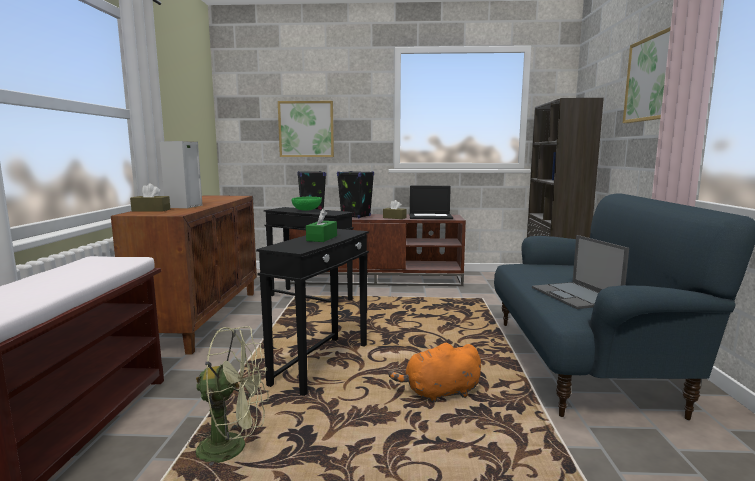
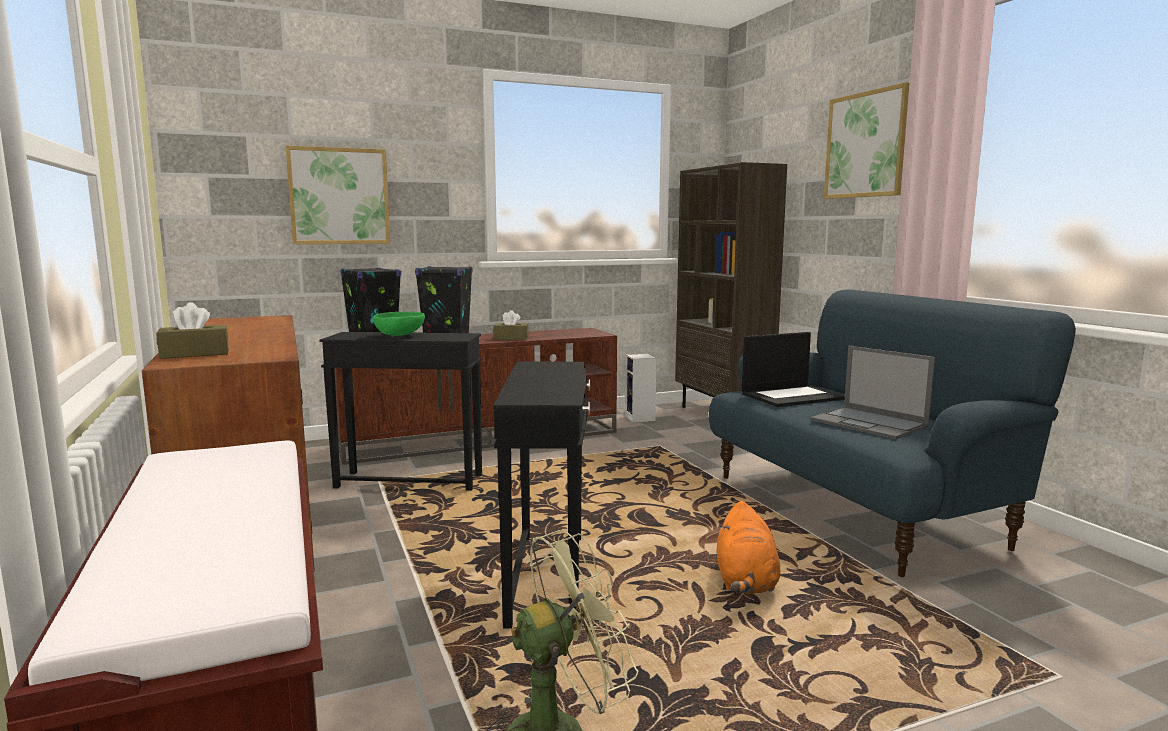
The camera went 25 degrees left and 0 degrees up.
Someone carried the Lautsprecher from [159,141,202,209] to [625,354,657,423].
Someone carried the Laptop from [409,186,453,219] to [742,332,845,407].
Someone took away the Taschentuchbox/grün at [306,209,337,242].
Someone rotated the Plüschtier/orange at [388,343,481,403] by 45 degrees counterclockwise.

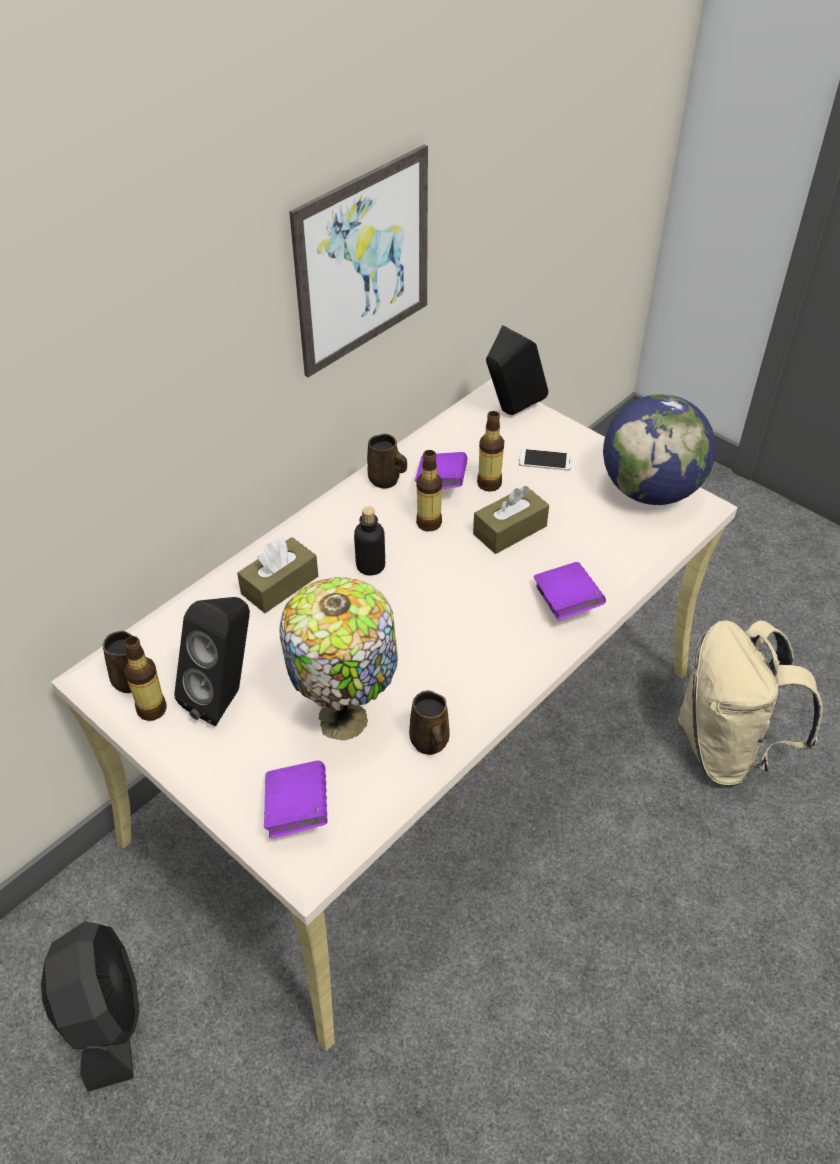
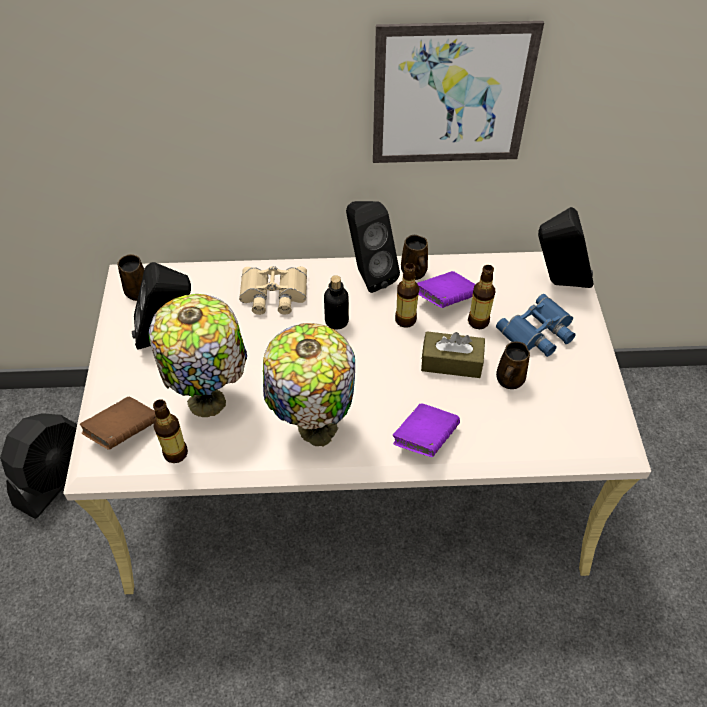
The camera went 45 degrees right and 5 degrees up.
Someone took away the Globus at [603,394,716,505].
Someone swapped the Handy at [519,449,572,471] for the Fernglas/blau at [496,294,575,357].
Someone swapped the Taschentuchbox/braun at [237,537,318,613] for the Fernglas/beige at [239,266,307,315].
Someone took away the Rucksack/beige at [678,620,823,786].
Someone carried the Flasche from [124,636,167,721] to [153,399,188,463].
Someone carried the Henkelbecher/braun from [409,690,450,755] to [496,341,530,389].
Someone repainted the Buch/lila at [264,761,328,839], which became the Buch/braun at [79,397,156,450].
Someone put down the Lautsprecher/schwarz at [346,201,400,293].
Someone put down the Tischlampe at [263,323,355,447].

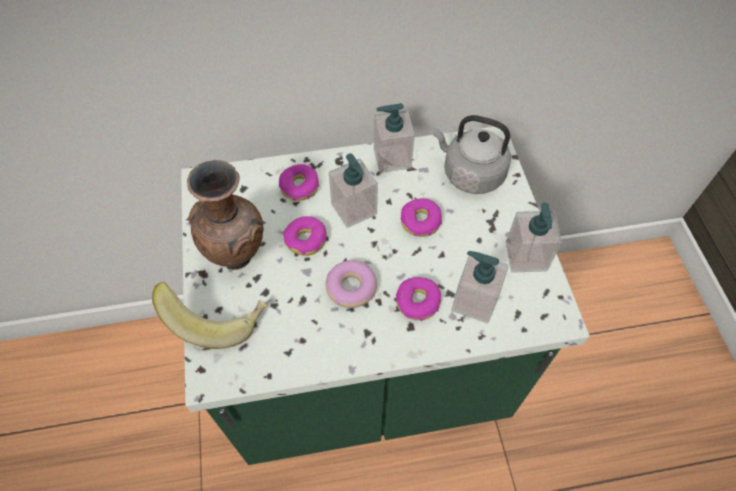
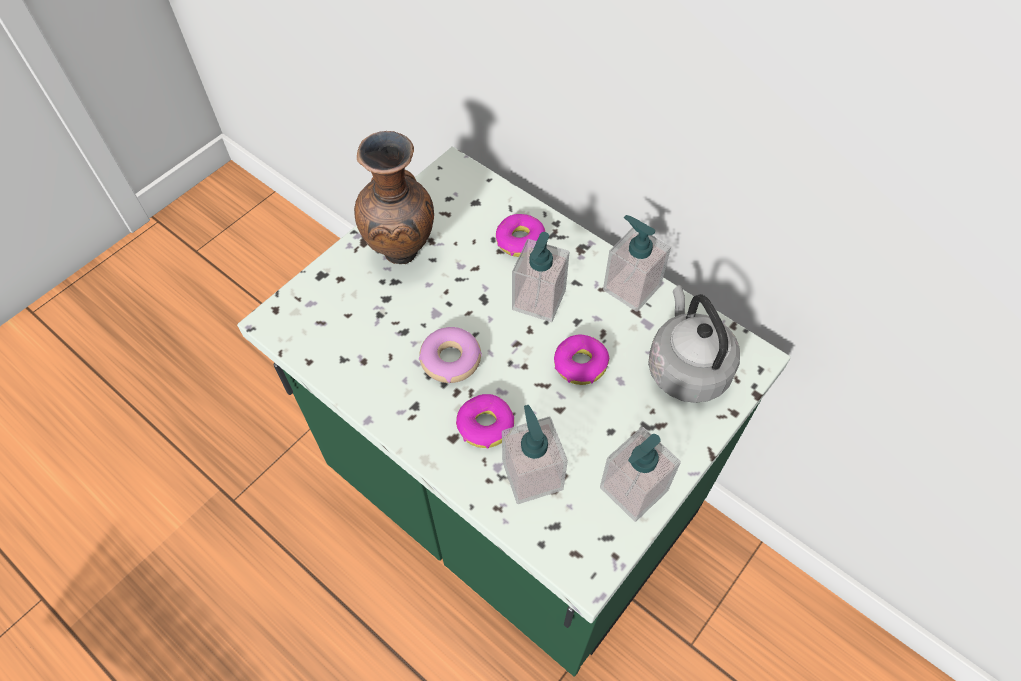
The camera went 50 degrees right and 0 degrees up.
Someone took away the Donut at [283,216,327,256].
Someone took away the Banane at [152,282,268,349].

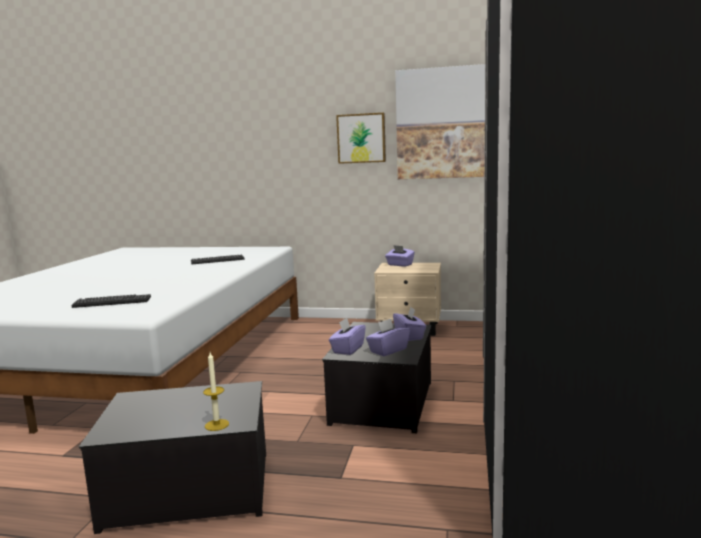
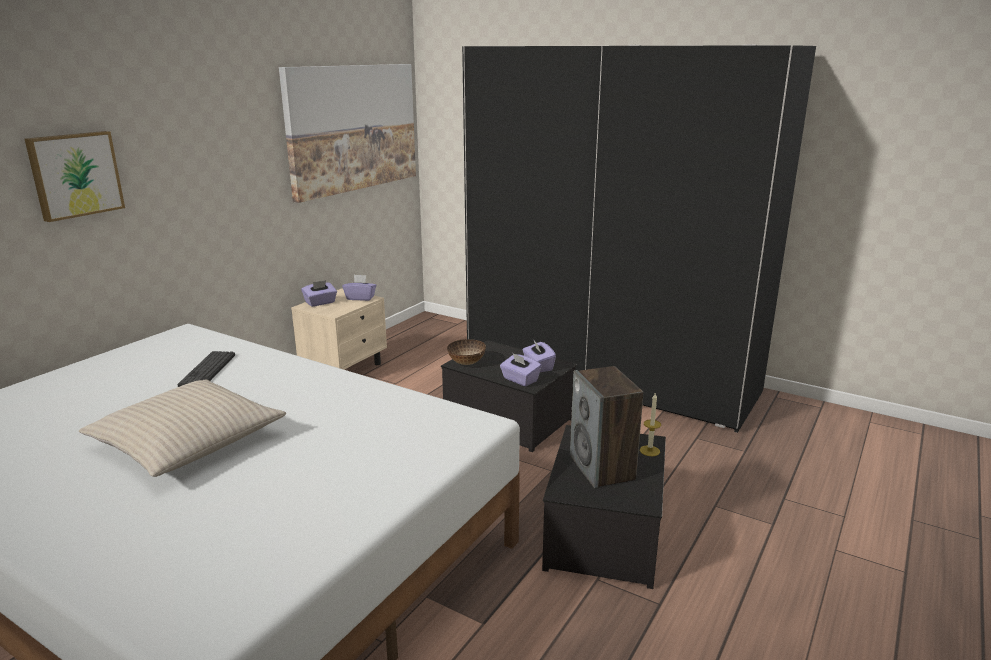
The camera went 70 degrees left and 10 degrees up.
Someone carried the Bild from [336,113,386,164] to [25,131,125,222].
Someone took away the Tastatur at [71,294,151,308].
Someone carried the Taschentuchbox/lila from [393,307,426,341] to [342,275,377,301].
Someone put down the Schüssel at [447,339,486,365].
Someone put down the Lautsprecher at [570,366,643,488].
Someone put down the Kissen/beige at [79,380,286,477].

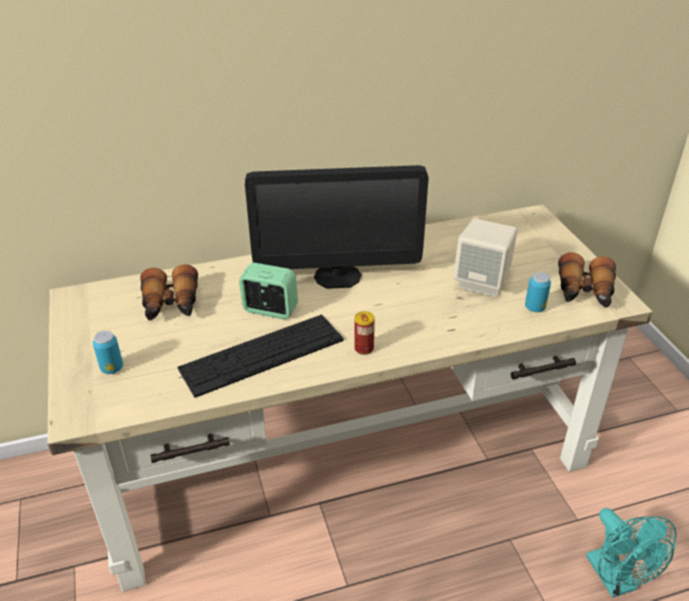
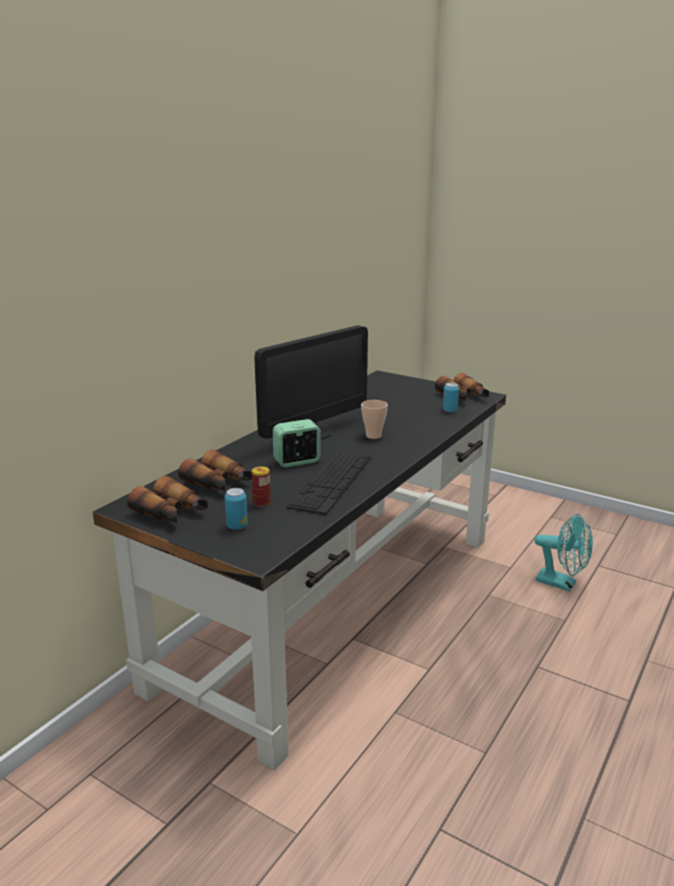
The camera went 40 degrees left and 15 degrees down.
Someone repainted the Schreibtisch/beige at [47,204,653,592], which became the Schreibtisch/schwarz at [92,370,506,771].
Someone took away the Lautsprecher/beige at [453,218,518,297].
Someone carried the Dose from [354,311,375,355] to [252,466,271,507].
Someone put down the Tasse at [361,400,388,439].
Someone put down the Fernglas at [127,476,208,523].

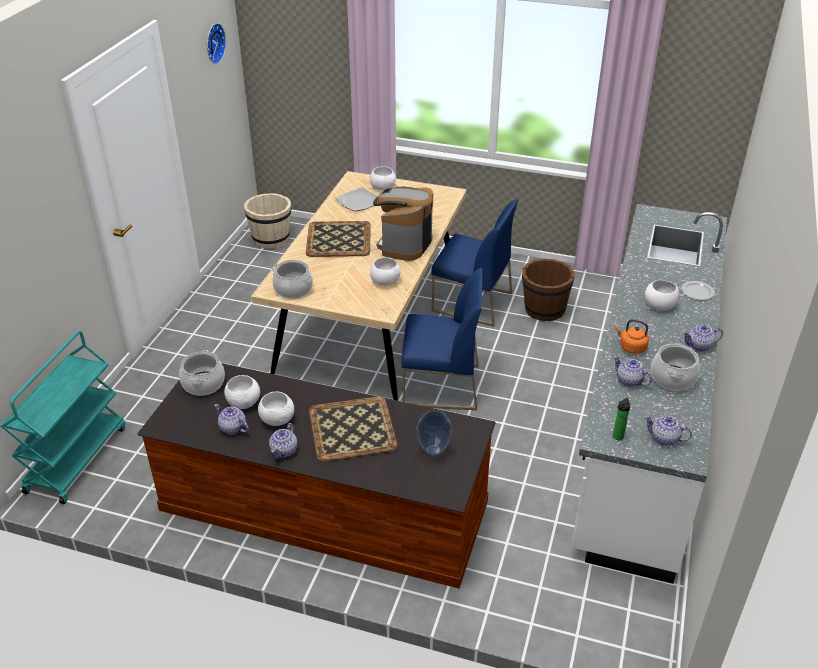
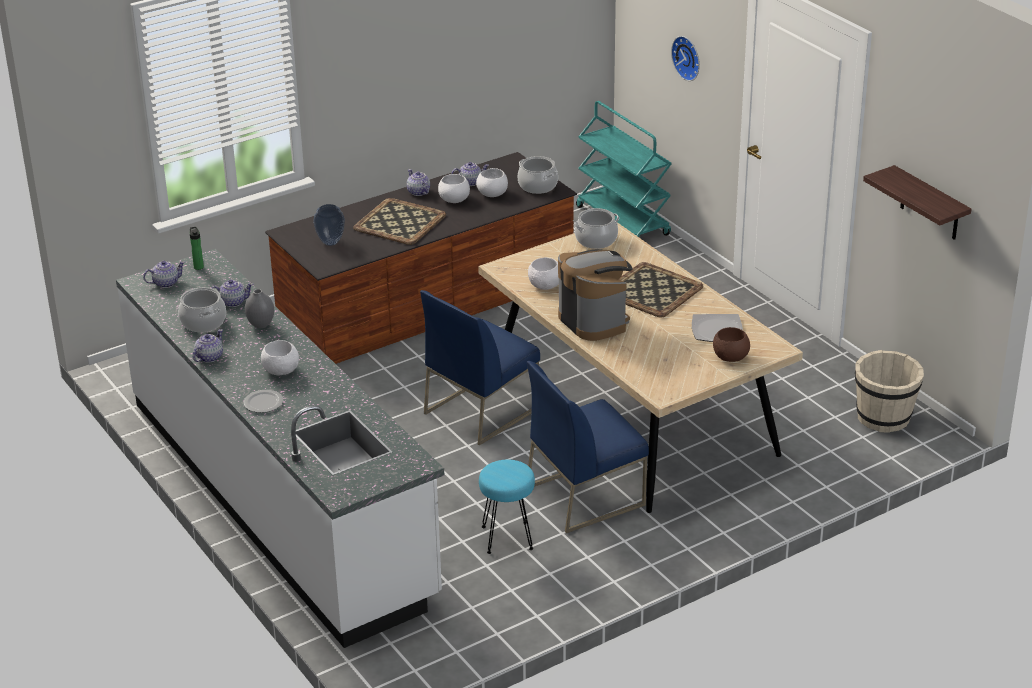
The camera went 130 degrees right and 5 degrees down.
Someone carried the Wanduhr from [207,23,226,64] to [671,36,700,81].
Someone repainted the Schüssel/weiß at [370,166,396,190], which became the Schüssel/braun at [713,327,750,362].
Someone swapped the Eimer/braun at [522,259,574,321] for the Hocker/türkis at [479,460,535,554].
Someone swapped the Wasserkessel/orange at [615,319,649,354] for the Vase/grau at [245,289,274,328].
Someone put up the Wandregal at [863,165,972,240].

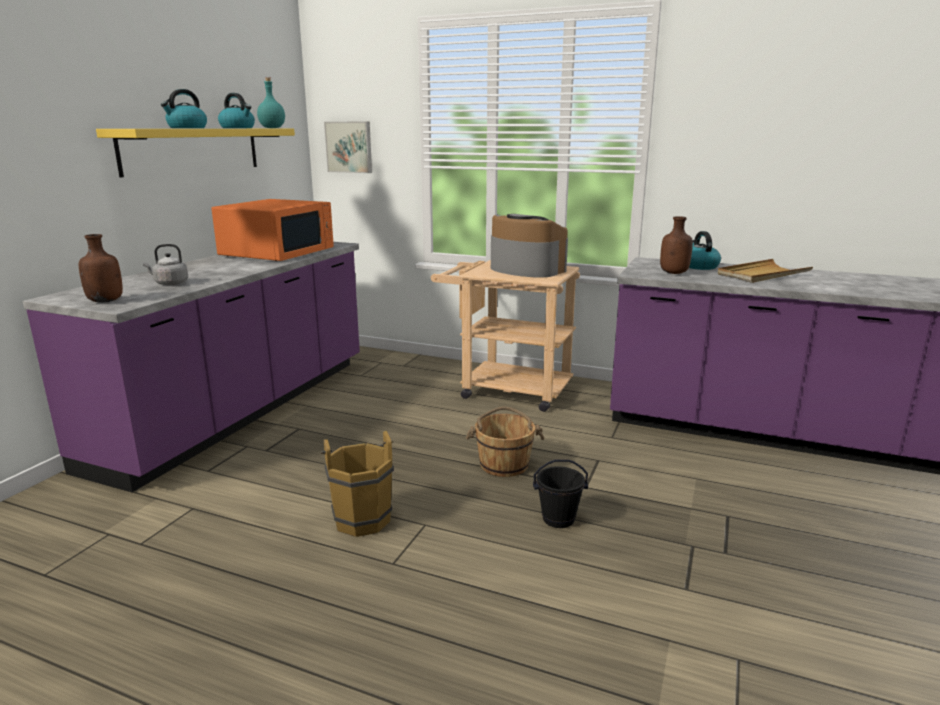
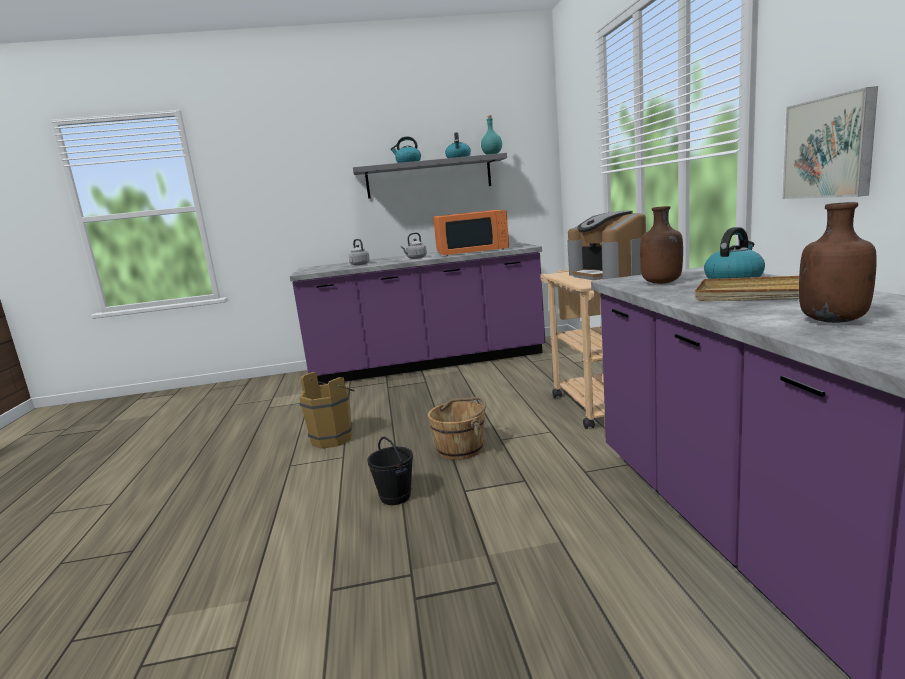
The camera went 60 degrees right and 5 degrees down.
Someone carried the Bild from [324,122,372,173] to [782,86,878,199].
Someone repainted the Wandregal/gelb at [96,129,295,177], which became the Wandregal/grau at [353,153,507,199].
Someone rotated the Kaffeemaschine at [491,214,568,278] by 150 degrees clockwise.
Someone carried the Flasche/braun from [79,234,123,303] to [799,202,877,323].
Someone put down the Wasserkessel/grau at [401,233,427,259].

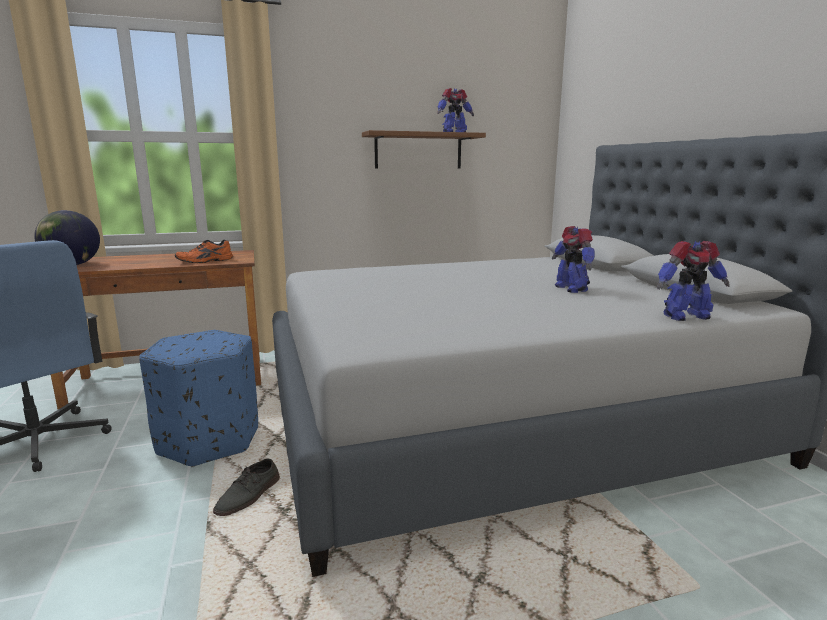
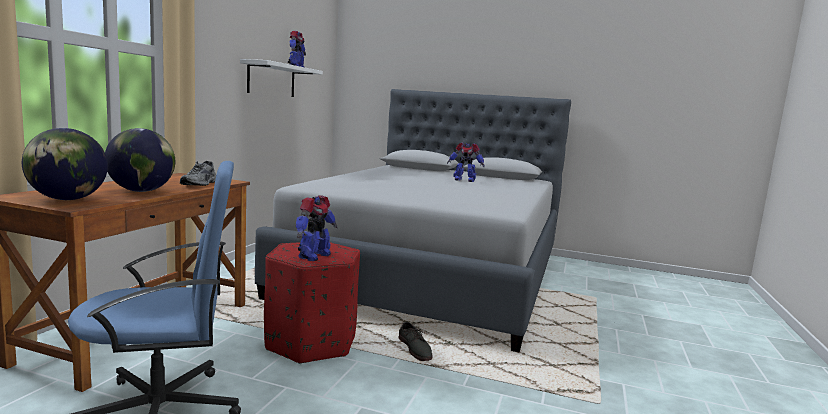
The camera went 55 degrees left and 5 degrees down.
Someone repainted the Wandregal/braun at [362,130,486,169], which became the Wandregal/weiß at [240,59,323,97].
Someone repainted the Schuh/orange at [175,240,233,263], which became the Schuh/grau at [180,161,216,186].
Someone carried the Spielzeugroboter from [657,240,729,321] to [296,195,338,261].
Someone repainted the Polsterhocker/blau at [139,330,258,467], which became the Polsterhocker/rot at [264,242,360,364].
Someone put down the Globus at [105,128,175,192].

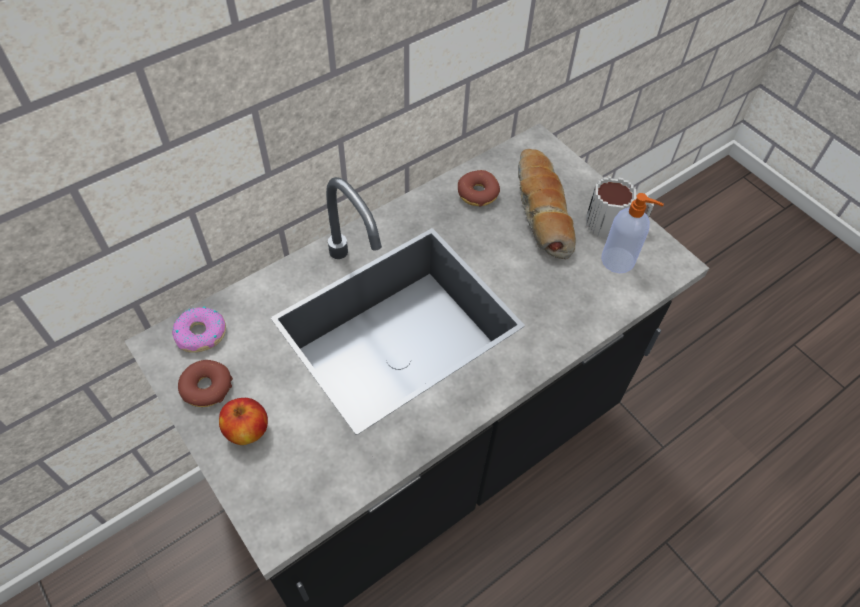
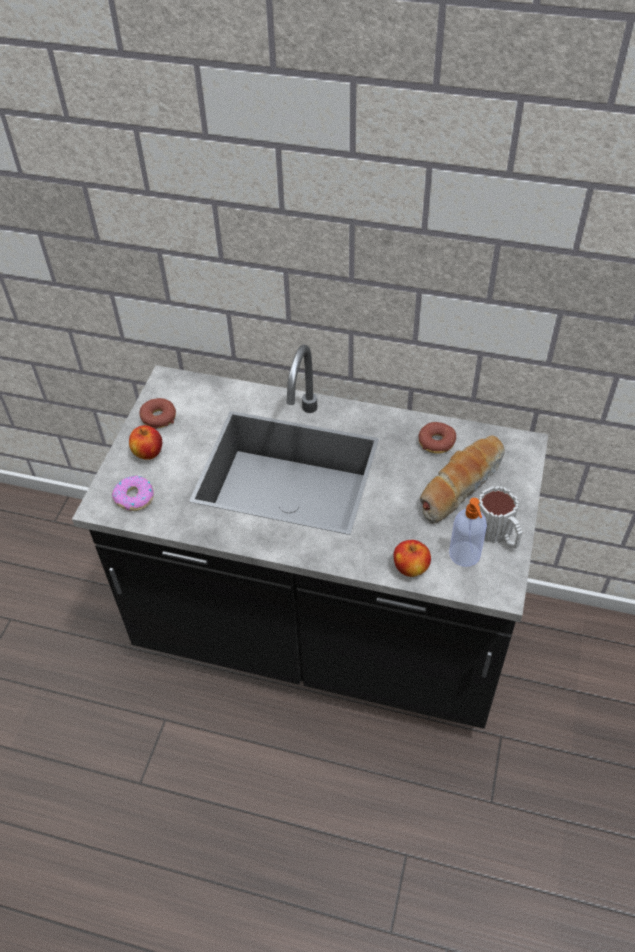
The camera went 55 degrees right and 5 degrees down.
Someone carried the Donut from [172,306,226,353] to [112,476,154,511].
Someone put down the Apfel at [394,540,431,577].

